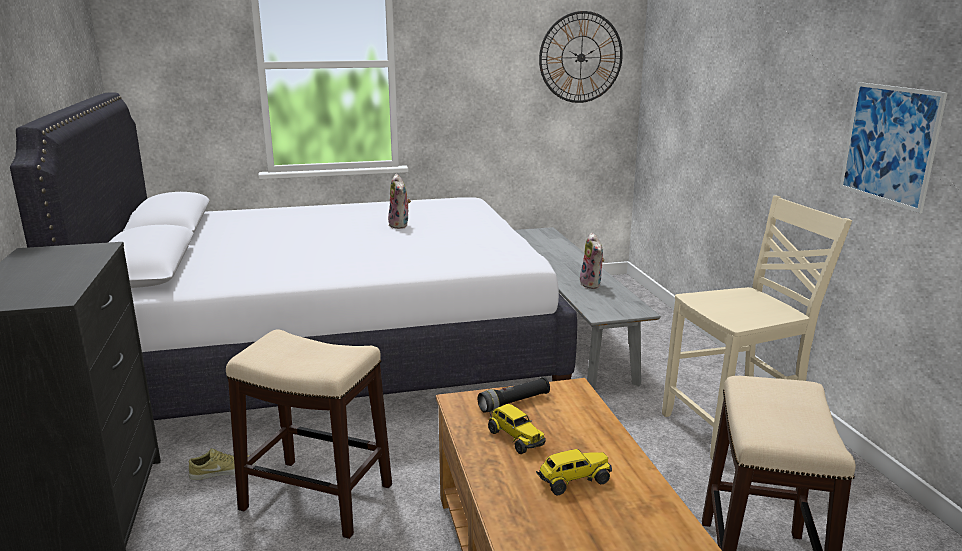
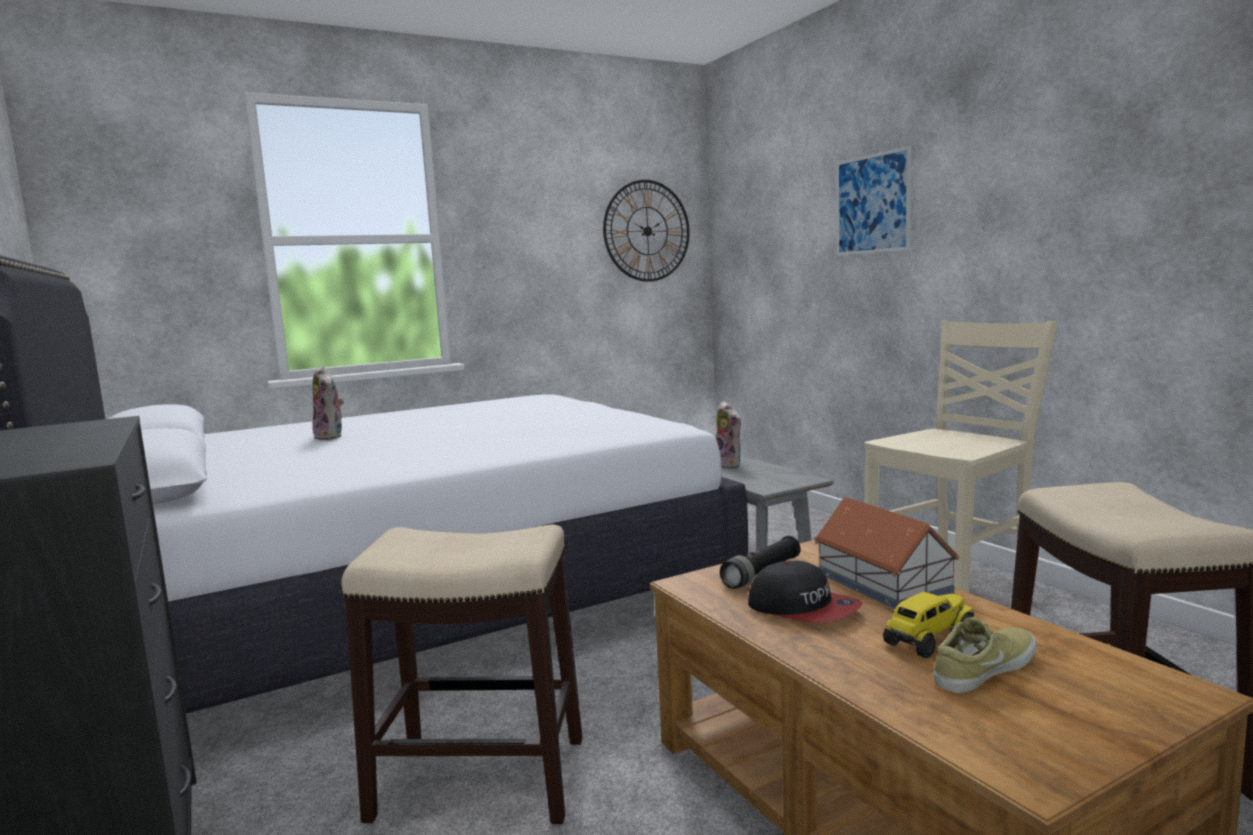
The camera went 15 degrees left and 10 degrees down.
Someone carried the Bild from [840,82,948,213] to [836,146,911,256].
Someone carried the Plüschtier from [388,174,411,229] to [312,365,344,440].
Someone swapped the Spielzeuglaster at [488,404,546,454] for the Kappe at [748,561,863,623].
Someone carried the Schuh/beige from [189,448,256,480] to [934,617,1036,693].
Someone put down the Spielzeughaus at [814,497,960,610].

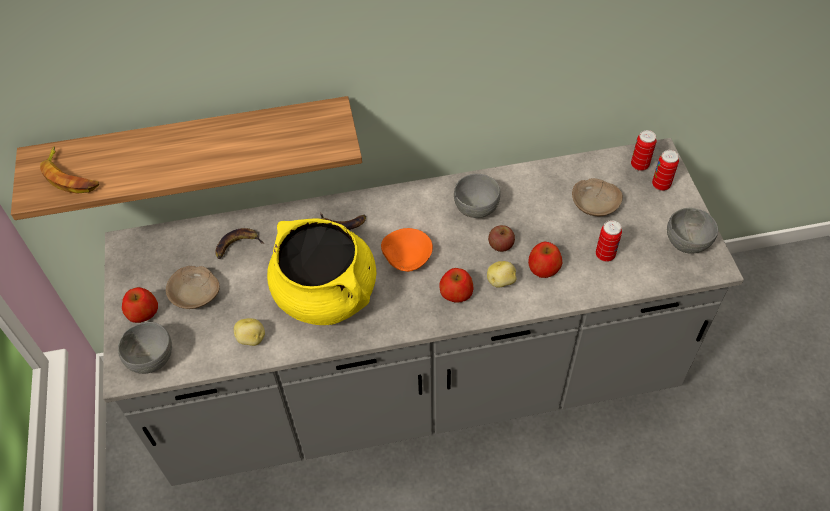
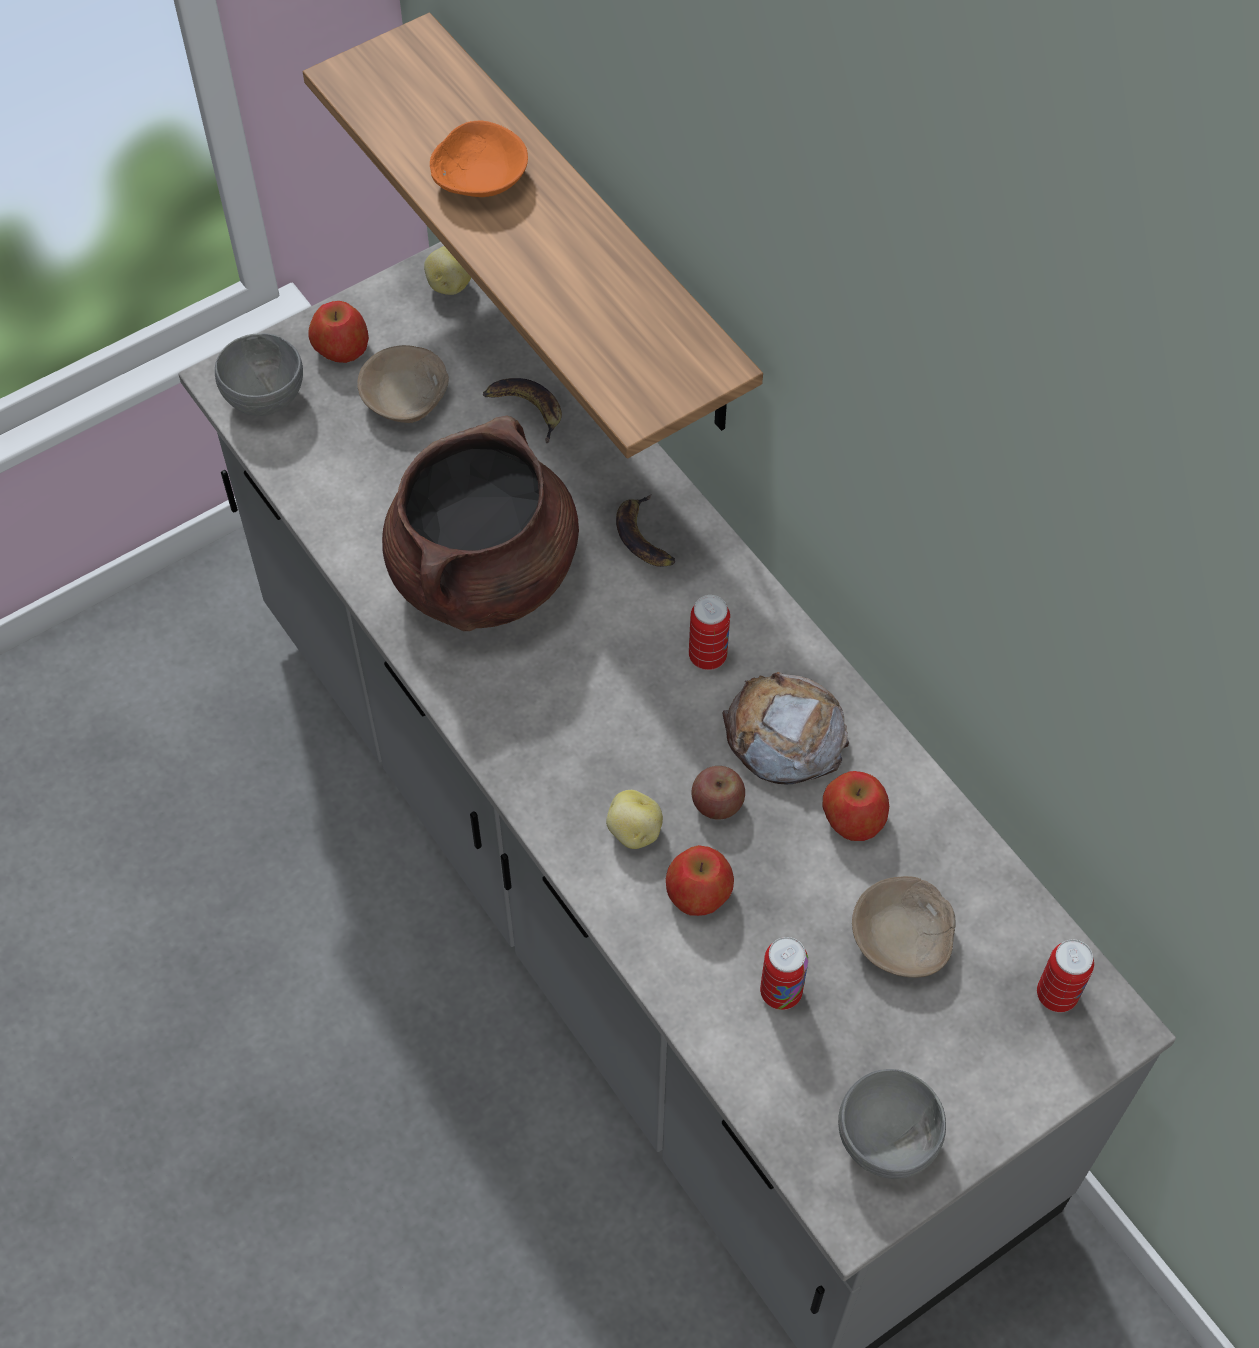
The camera went 65 degrees right and 5 degrees up.
Someone took away the Banane at [40,146,99,194].
Someone carried the Dose from [652,150,679,191] to [689,595,730,670].
Someone swapped the Schüssel/grau at [454,174,501,218] for the Brot at [722,672,849,785].
Someone repainted the Kochtopf/gelb at [267,218,376,325], which became the Kochtopf/braun at [382,416,579,631].
Someone carried the Schüssel/orange from [381,228,433,272] to [430,120,528,197].
Someone carried the Apfel from [439,268,473,303] to [822,771,889,841].
Someone carried the Kartoffel from [234,318,265,346] to [424,246,471,295].

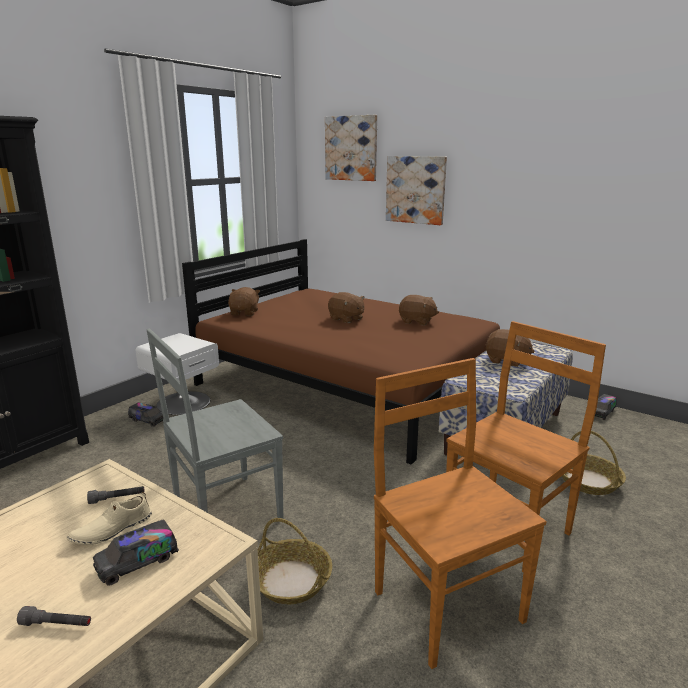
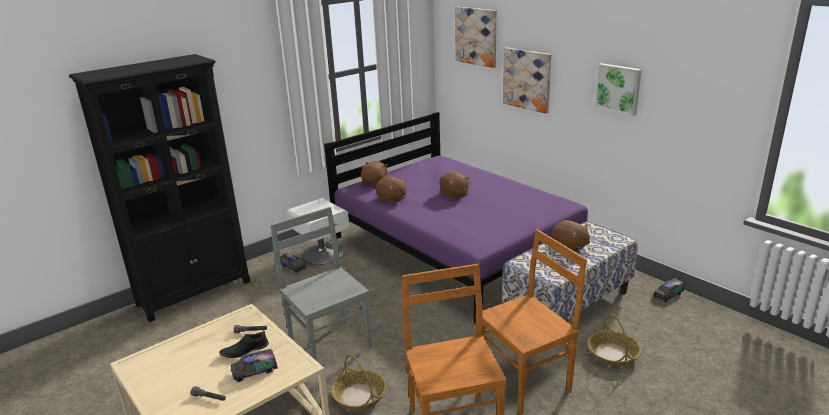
The camera went 15 degrees right and 5 degrees up.
Someone repainted the Bett/braun at [182,239,500,465], which became the Bett/lila at [324,112,588,324].
Someone carried the Plüschtier/braun from [399,295,439,326] to [375,177,407,204].
Someone rotated the Stuhl/grau at [147,329,283,519] by 75 degrees clockwise.
Someone repainted the Schuh/beige at [67,492,152,545], which became the Schuh/schwarz at [219,330,269,358].
Someone put up the Bild at [595,63,642,116].

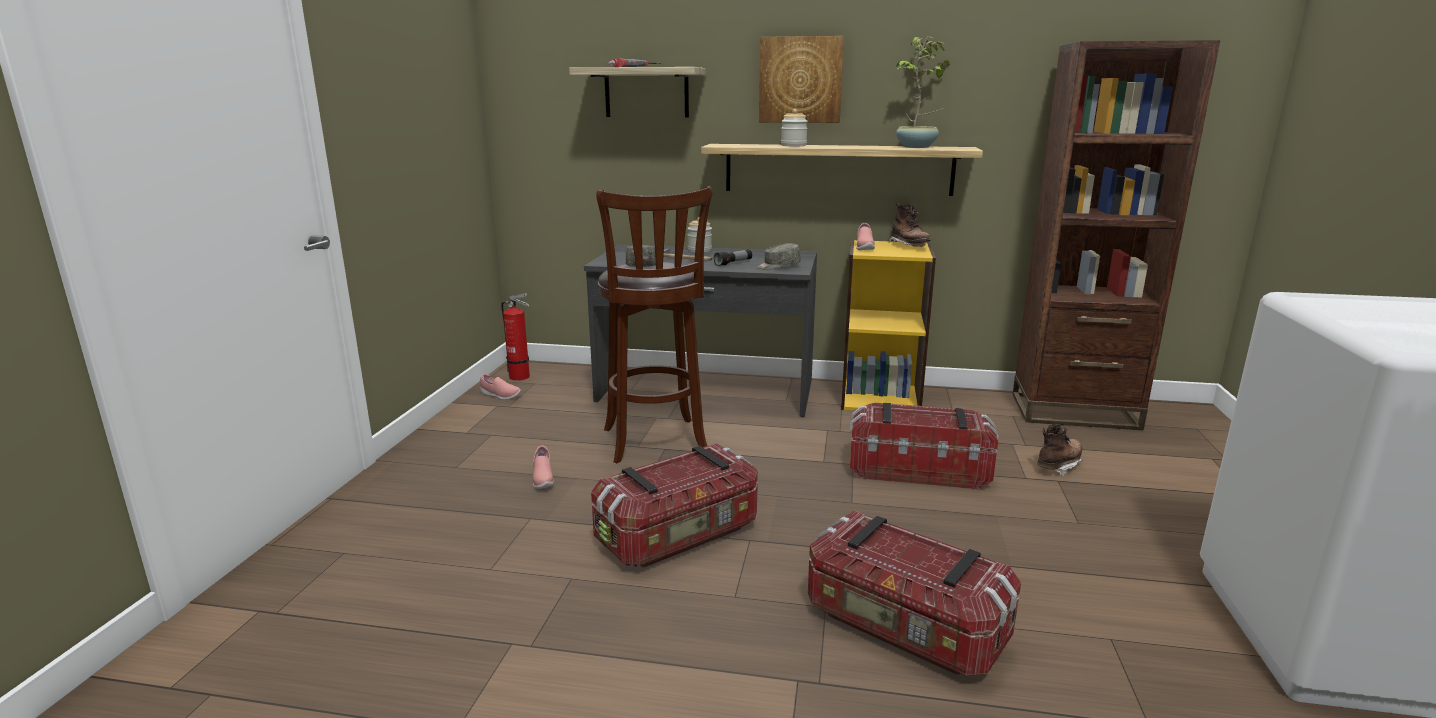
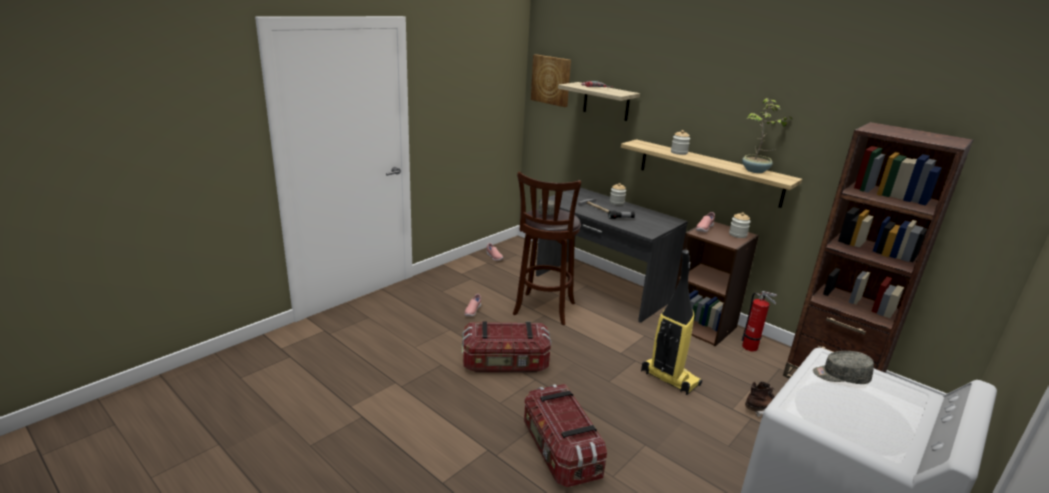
The camera went 30 degrees right and 5 degrees up.
Someone carried the Bild from [759,36,844,123] to [531,54,571,107].
Someone swapped the Stiefel/braun at [889,203,931,247] for the Vorratsglas at [729,212,751,238].
Someone repainted the Bücherregal/gelb at [841,240,936,410], which became the Bücherregal/braun at [675,222,759,346].
Someone carried the Kappe/grau from [757,243,801,270] to [813,351,874,384].
Someone carried the Feuerlöscher from [501,293,530,381] to [742,291,777,351].
Someone swapped the Aufbewahrungsbox at [850,403,999,490] for the Staubsauger at [641,250,702,395].

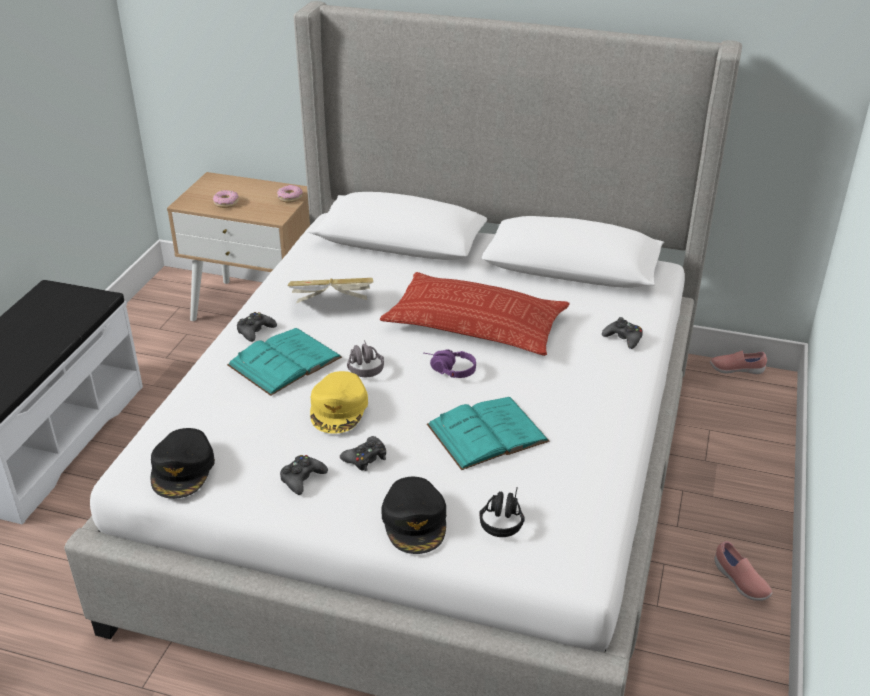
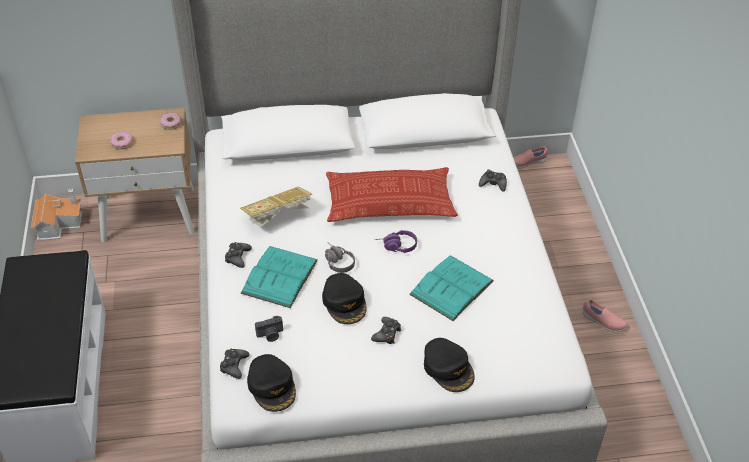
The camera went 25 degrees left and 10 degrees up.
Someone repainted the Kappe/gelb at [310,371,368,434], which became the Kappe/schwarz at [322,273,366,324].
Someone carried the Gamepad/schwarz from [280,455,328,495] to [220,348,250,379].
Someone took away the Kopfhörer/schwarz at [479,487,525,537].
Someone put down the Spielzeughaus at [31,189,82,241].
Someone put down the Kamera at [255,316,283,342].

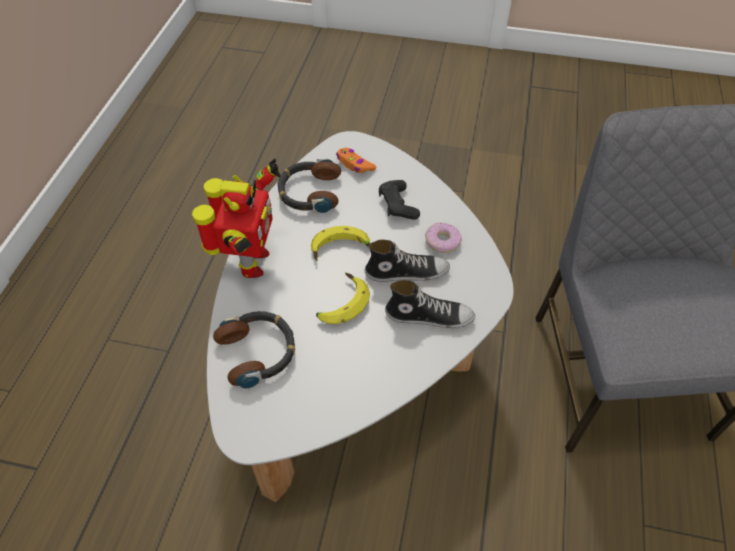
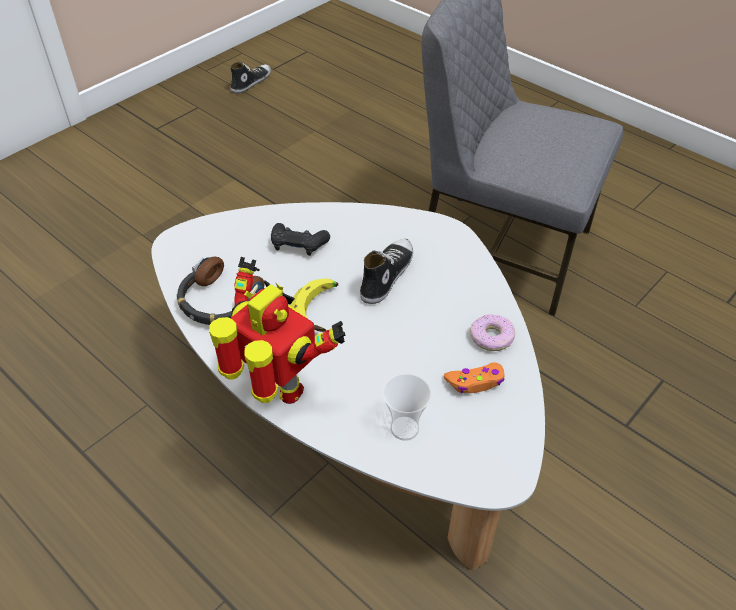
The camera went 60 degrees left and 5 degrees down.
Someone carried the Gamepad/orange from [336,148,377,173] to [444,362,504,393].
Someone carried the Donut from [425,223,462,253] to [470,314,515,351].
Someone took away the Banane at [316,272,370,324].
Someone carried the Schuh from [385,280,475,328] to [230,62,271,93].
Someone swapped the Kopfhörer at [213,311,295,388] for the Tasse at [383,374,432,441].

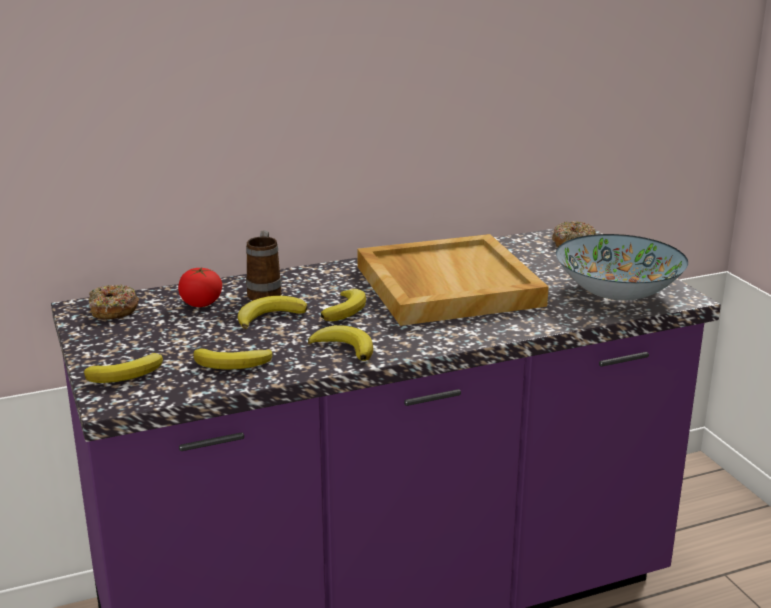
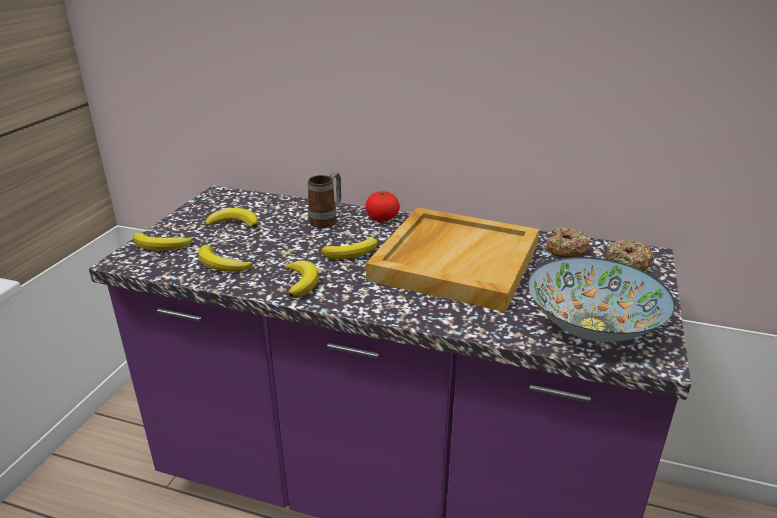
The camera went 40 degrees right and 5 degrees up.
Someone carried the Tomate from [178,267,222,307] to [366,191,400,222].
Someone carried the Donut from [89,284,139,320] to [546,227,590,258].
Someone carried the Banane from [238,296,308,329] to [205,208,259,228].

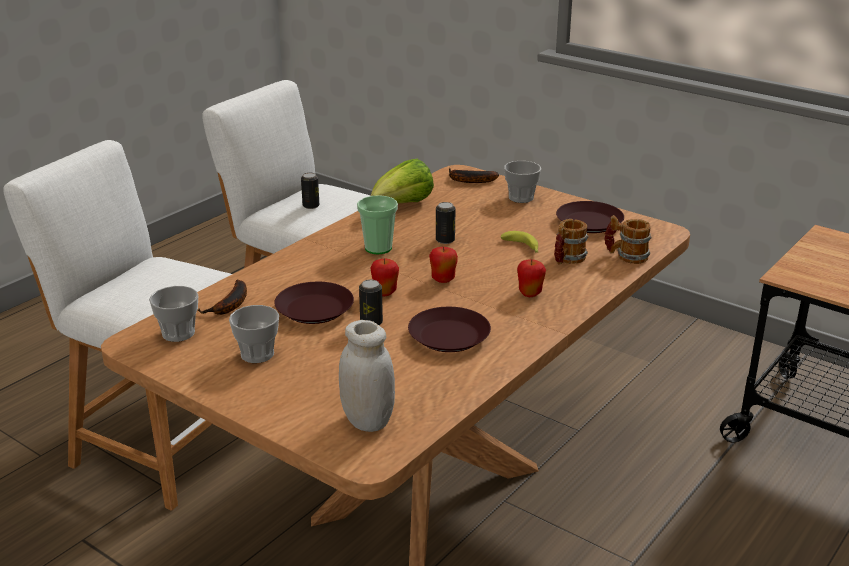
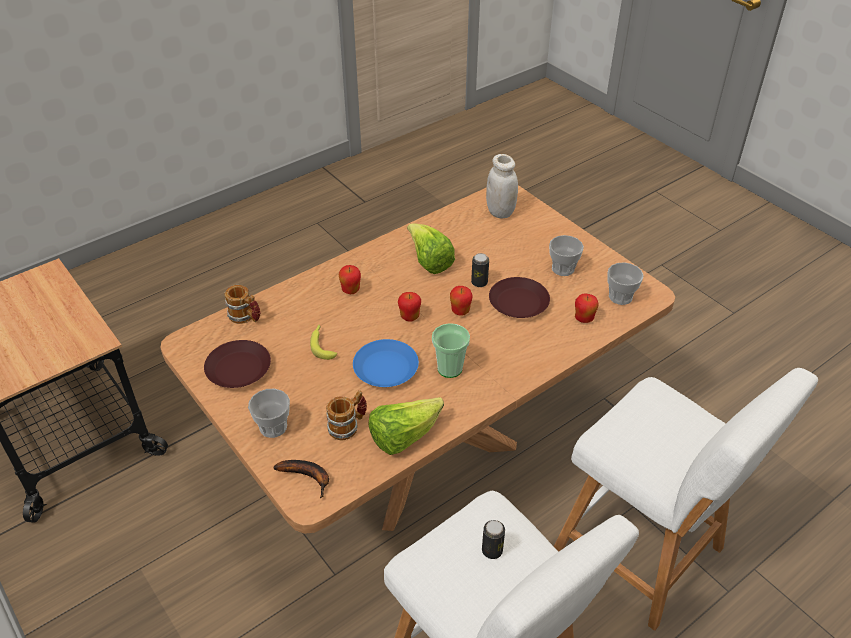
The camera went 165 degrees left and 15 degrees up.
Someone swapped the Dose at [436,202,456,244] for the Teller/blau at [353,339,419,387].
Someone carried the Henkelbecher from [554,219,589,265] to [326,390,367,440].
Someone swapped the Banane at [198,280,247,315] for the Apfel at [575,294,599,323].
Someone swapped the Teller/braun at [408,307,491,352] for the Salatkopf at [407,223,455,274].

